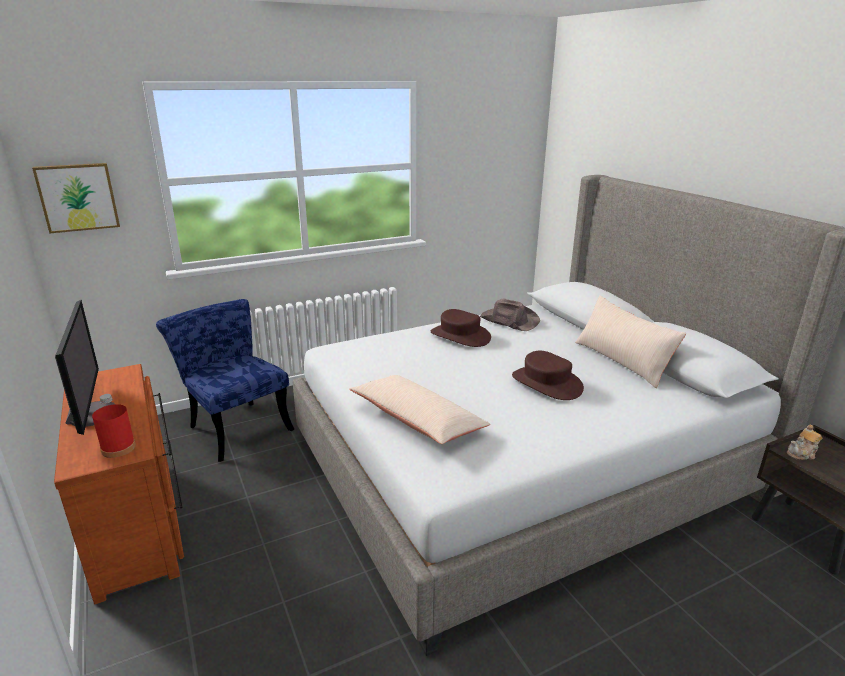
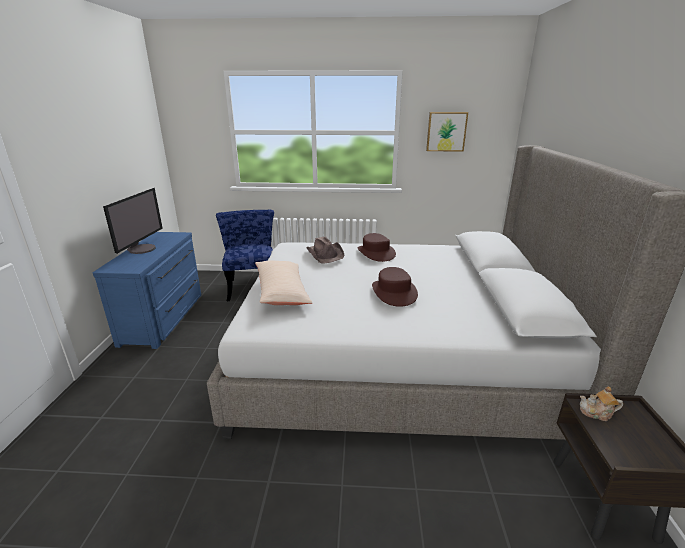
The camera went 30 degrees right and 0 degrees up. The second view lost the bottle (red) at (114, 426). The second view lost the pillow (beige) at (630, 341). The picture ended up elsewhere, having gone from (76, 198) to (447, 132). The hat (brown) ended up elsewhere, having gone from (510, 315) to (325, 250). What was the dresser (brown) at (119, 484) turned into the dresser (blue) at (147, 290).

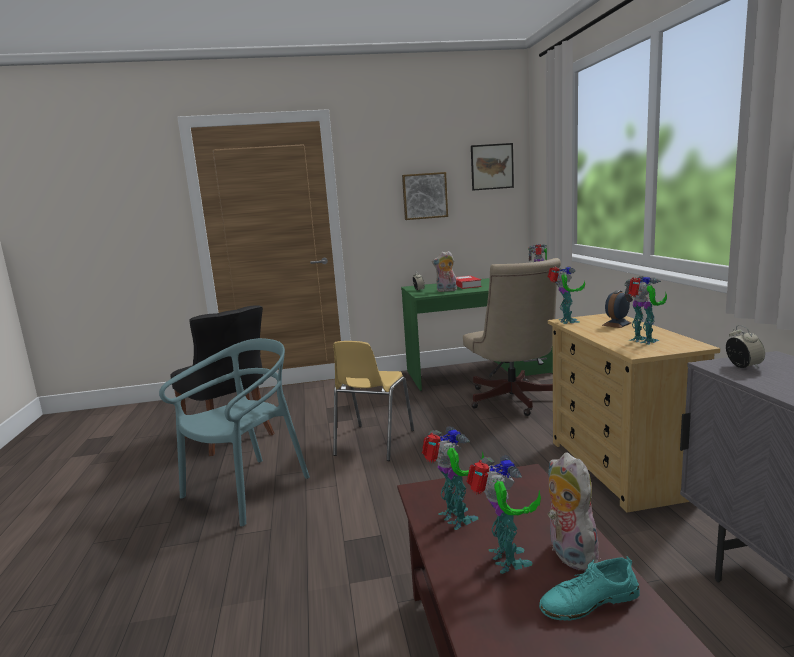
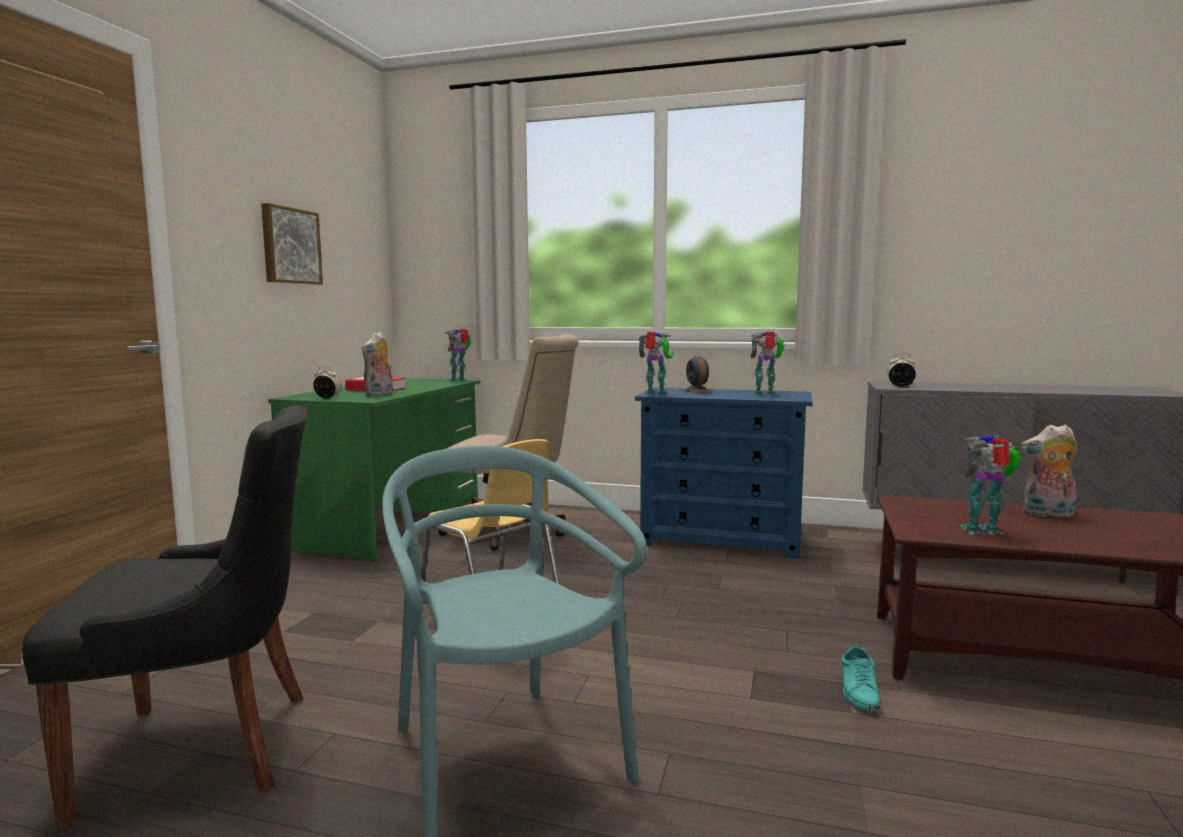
The camera went 65 degrees left and 5 degrees down. The second view lost the toy robot at (504, 514). The second view lost the picture at (492, 167). The shoe (turquoise) ended up elsewhere, having gone from (589, 588) to (861, 677). What was the dresser (beige) at (634, 413) turned into the dresser (blue) at (724, 473).

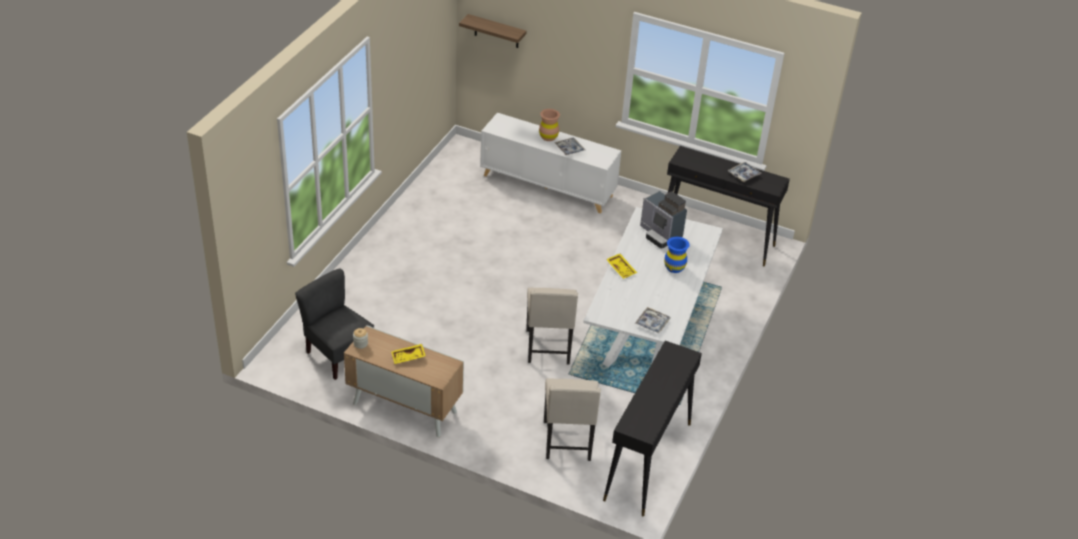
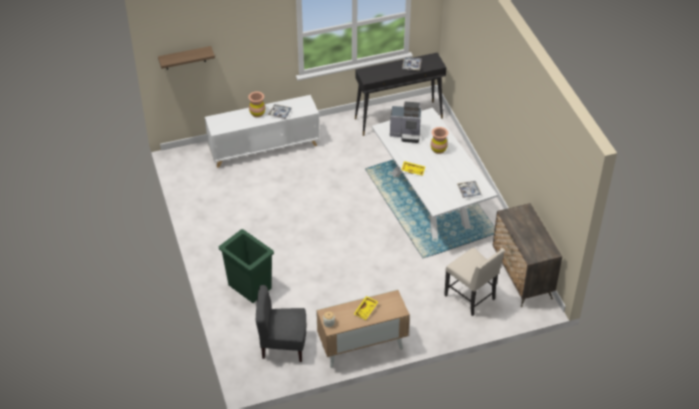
The camera went 40 degrees left and 5 degrees up. The second view lost the chair (beige) at (552, 326). The second view gained the trash can (green) at (246, 266). Where the console table (black) stood at (652, 428), the dresser came to stand at (527, 255). What was the vase (blue) at (677, 255) turned into the vase (brown) at (439, 140).

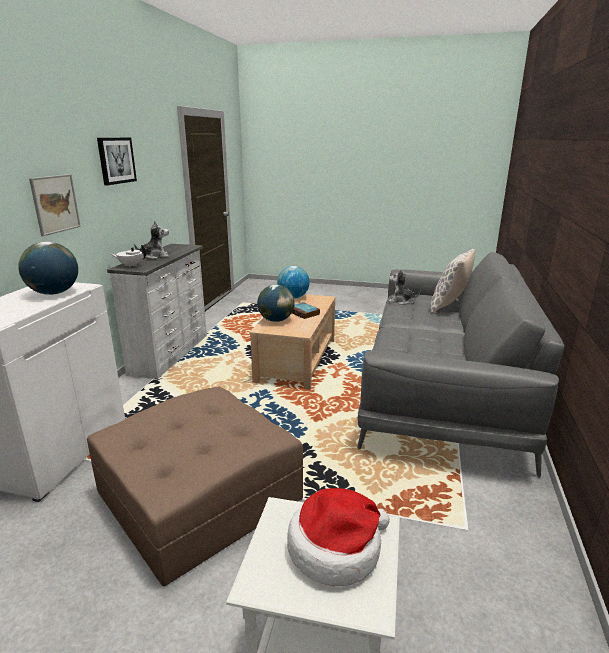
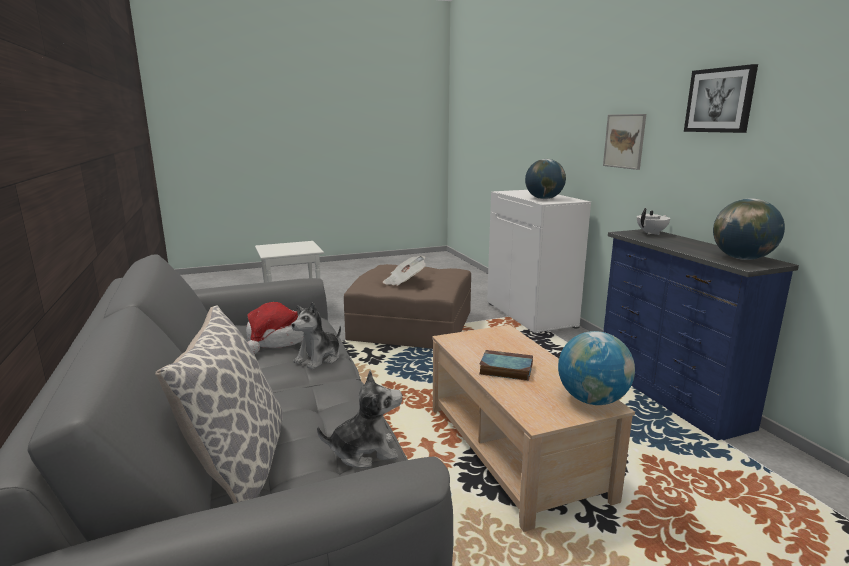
The camera went 145 degrees right and 5 degrees down. The second view gained the newspaper at (404, 271). The plush toy ended up elsewhere, having gone from (151, 239) to (316, 336). The globe ended up elsewhere, having gone from (275, 303) to (749, 229). The hat ended up elsewhere, having gone from (338, 537) to (275, 328). What was the dresser (white) at (157, 311) turned into the dresser (blue) at (701, 335).

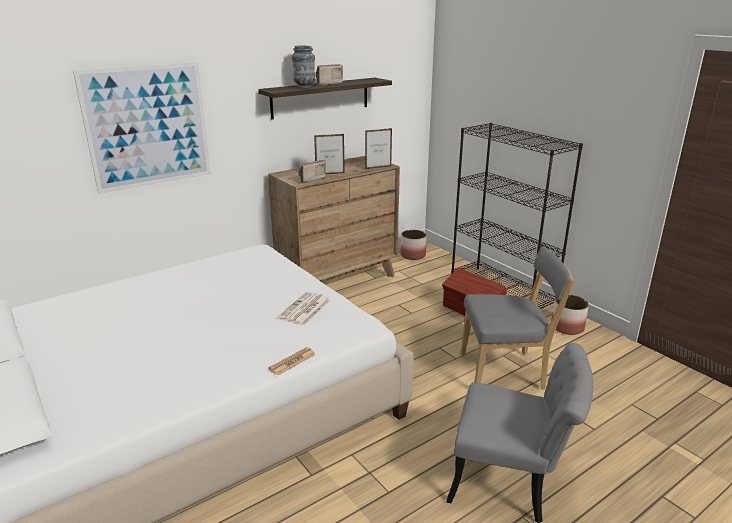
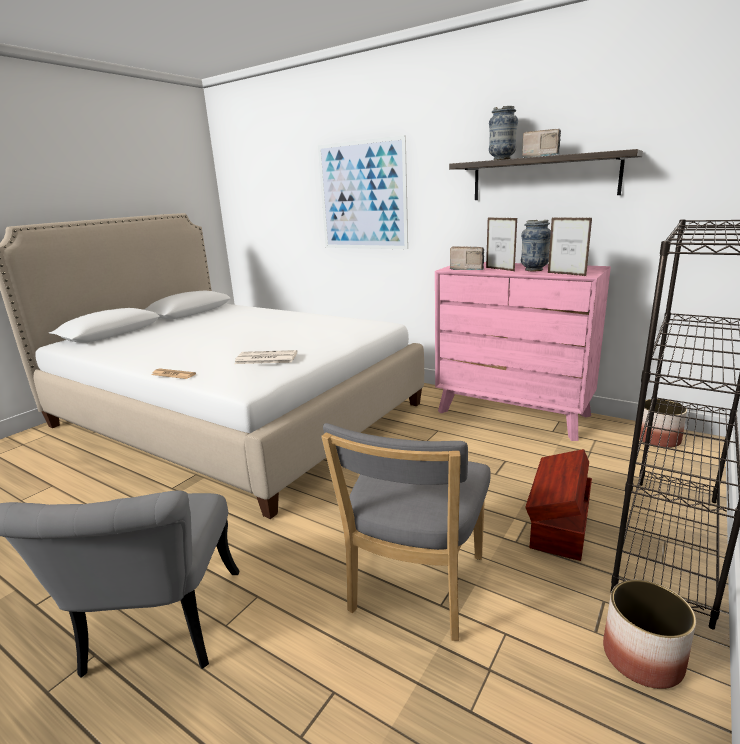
The camera went 70 degrees right and 5 degrees down. The second view gained the vase at (536, 245). What was the dresser (brown) at (334, 219) turned into the dresser (pink) at (523, 351). The chair (grey) at (517, 318) ended up facing another way, 45 degrees clockwise from before.

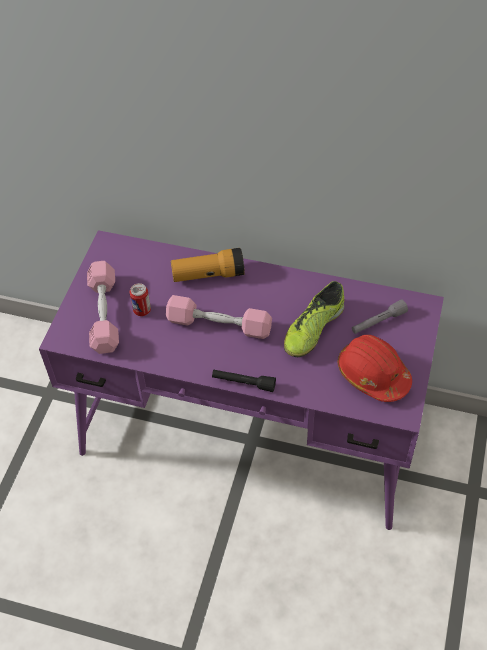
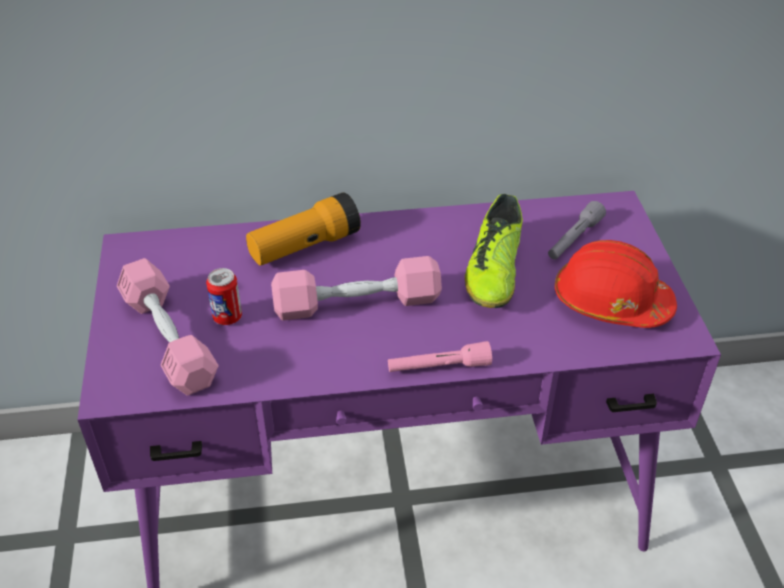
The camera went 25 degrees left and 10 degrees down. What was the flashlight (black) at (244, 381) turned into the flashlight (pink) at (440, 356).

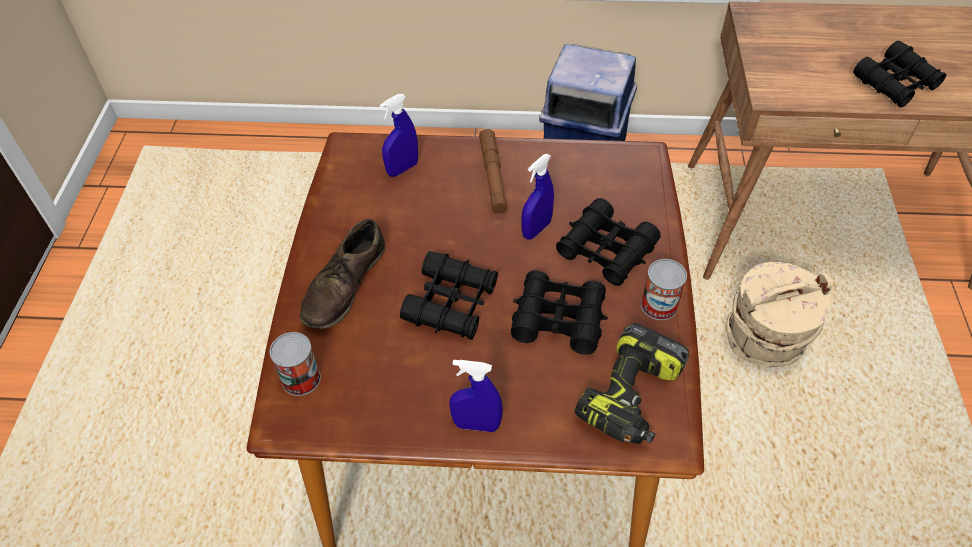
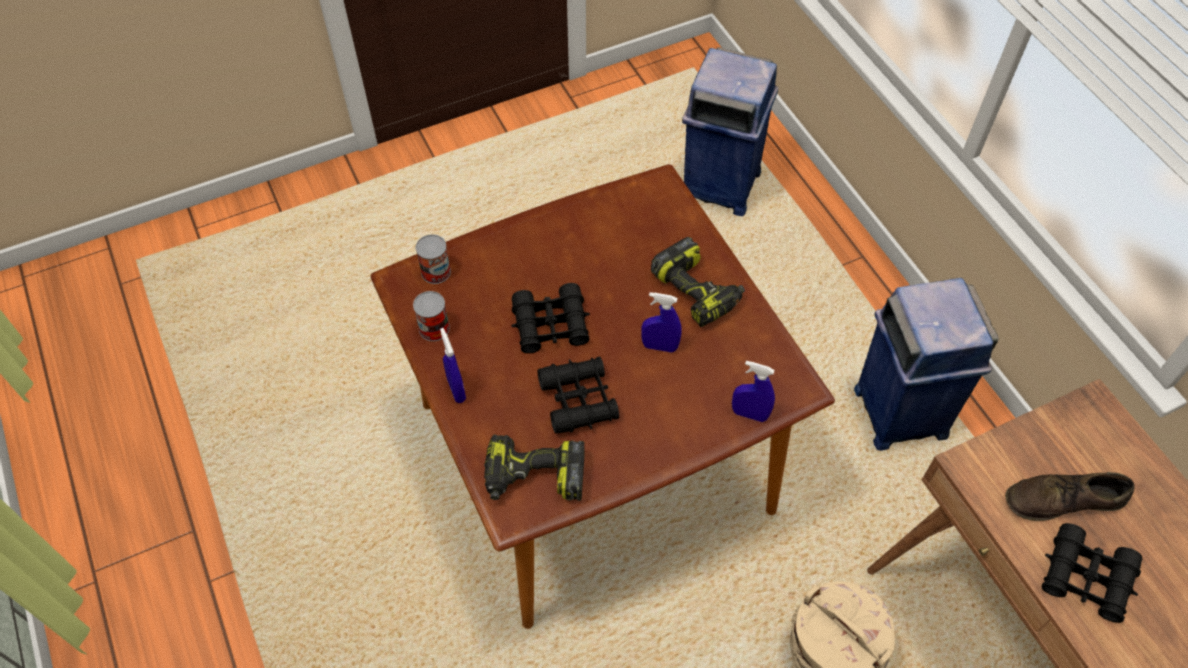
The camera went 60 degrees right and 5 degrees up. The second view lost the binoculars (black) at (608, 242). The second view gained the trash can (blue) at (730, 132). The shoe (brown) ended up elsewhere, having gone from (342, 274) to (1070, 496). The spray bottle (blue) ended up elsewhere, having gone from (399, 135) to (753, 391). The can ended up elsewhere, having gone from (664, 289) to (431, 316). Where the flashlight (brown) stood at (493, 171), the power drill came to stand at (698, 282).

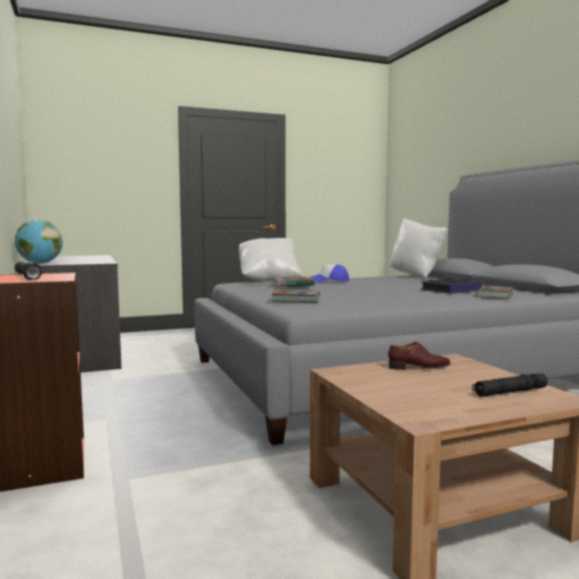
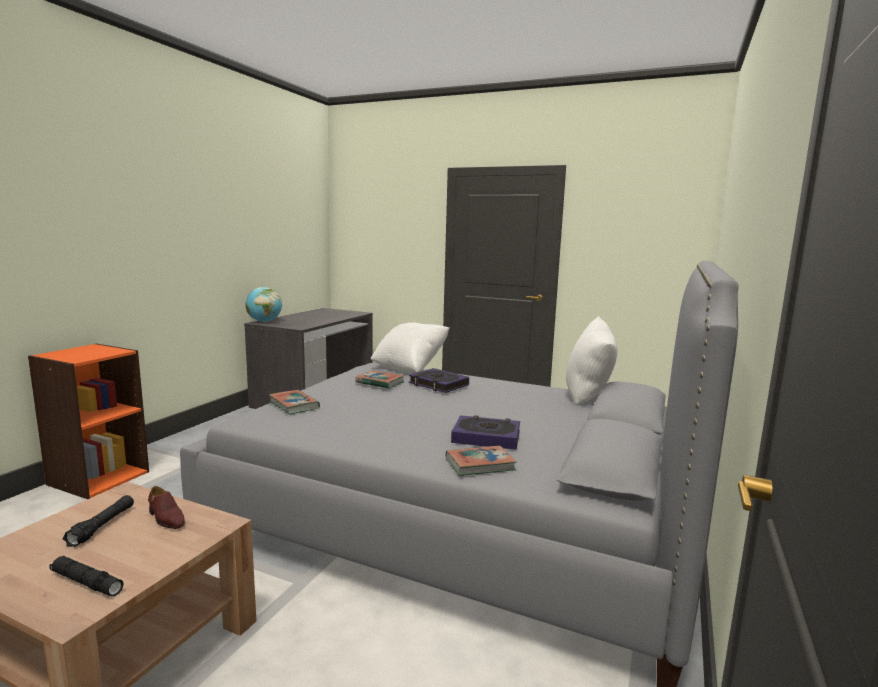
The camera went 45 degrees right and 5 degrees up. The flashlight (black) ended up elsewhere, having gone from (28, 271) to (98, 521). Where the cap stood at (329, 273), the book came to stand at (439, 380).

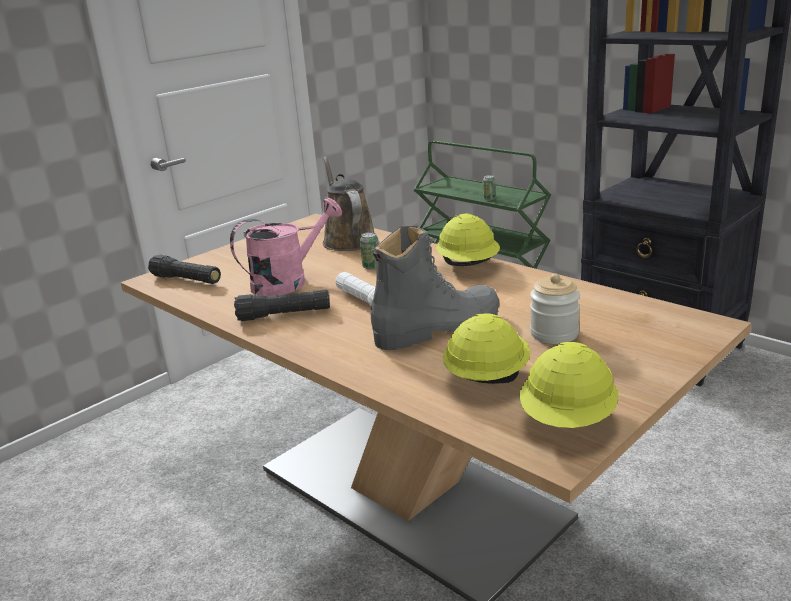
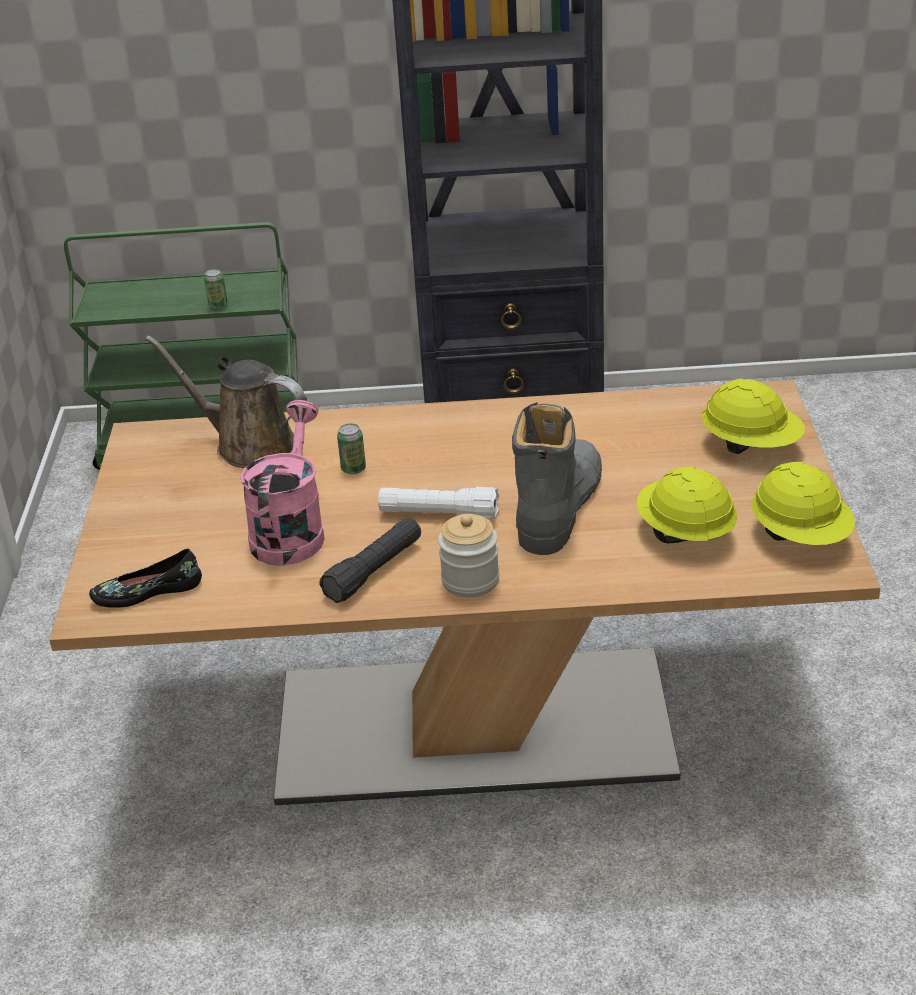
The camera went 45 degrees left and 10 degrees up. The hard hat (yellow) ended up elsewhere, having gone from (468, 240) to (753, 416). The jar ended up elsewhere, having gone from (555, 308) to (468, 555). Where the flashlight (black) stood at (184, 269), the shoe (black) came to stand at (145, 578).

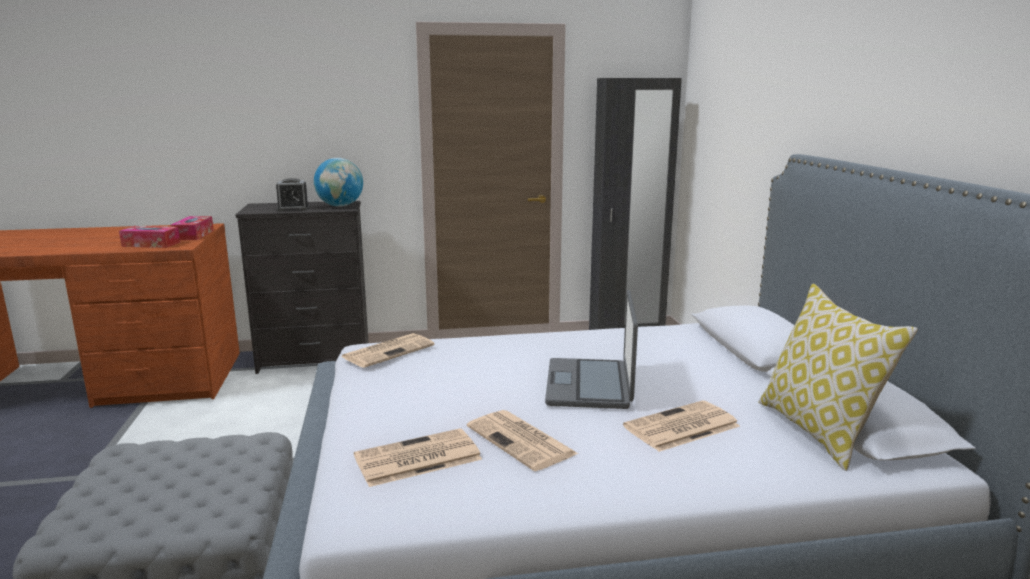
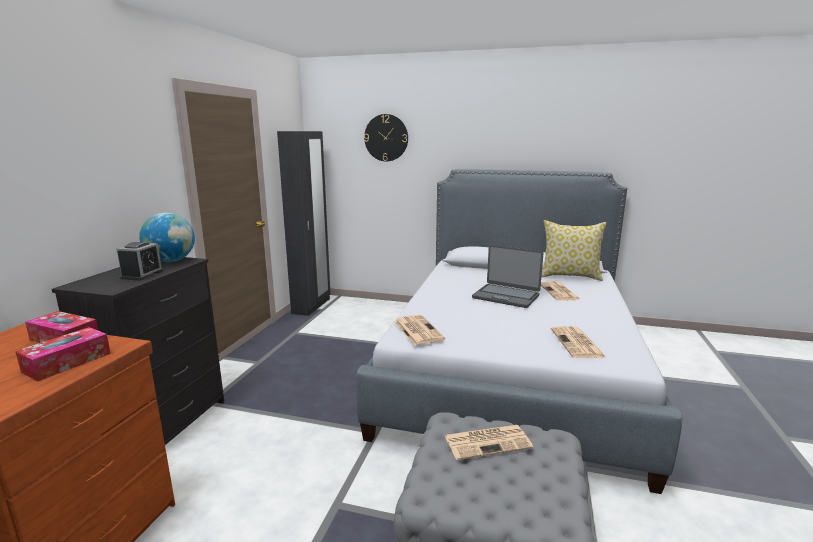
The camera went 65 degrees left and 0 degrees up. The second view gained the wall clock at (386, 137). The newspaper ended up elsewhere, having gone from (522, 440) to (488, 442).

